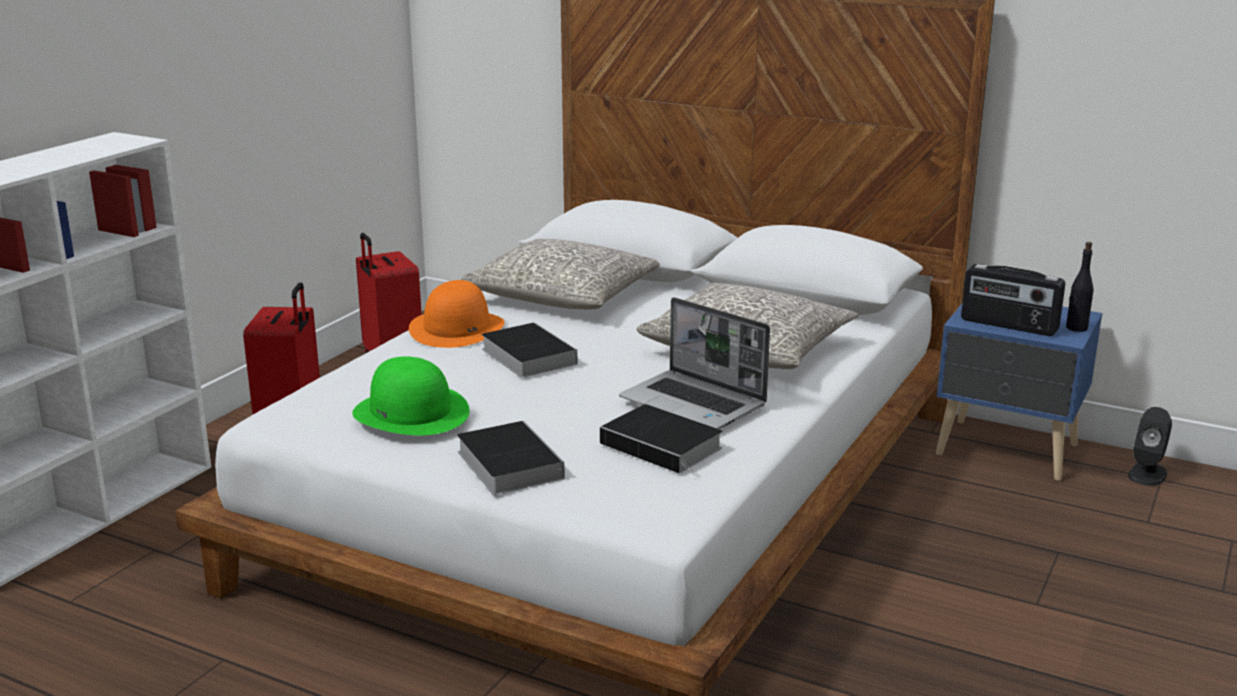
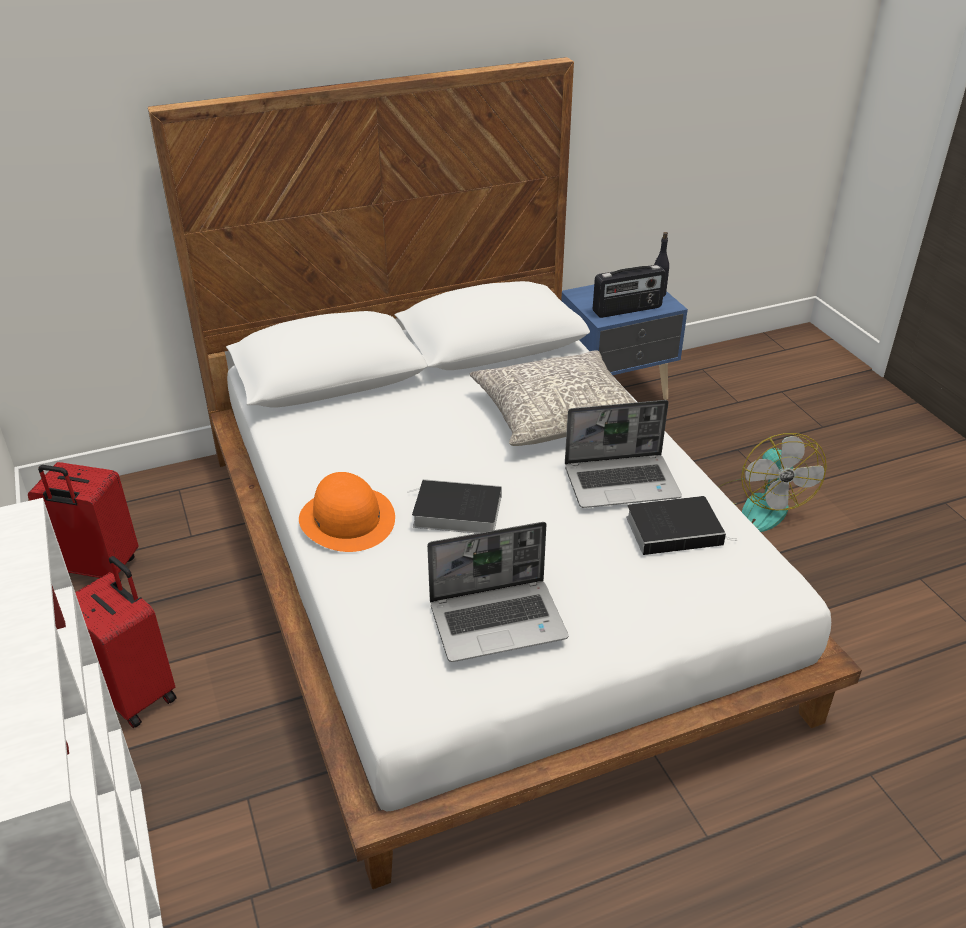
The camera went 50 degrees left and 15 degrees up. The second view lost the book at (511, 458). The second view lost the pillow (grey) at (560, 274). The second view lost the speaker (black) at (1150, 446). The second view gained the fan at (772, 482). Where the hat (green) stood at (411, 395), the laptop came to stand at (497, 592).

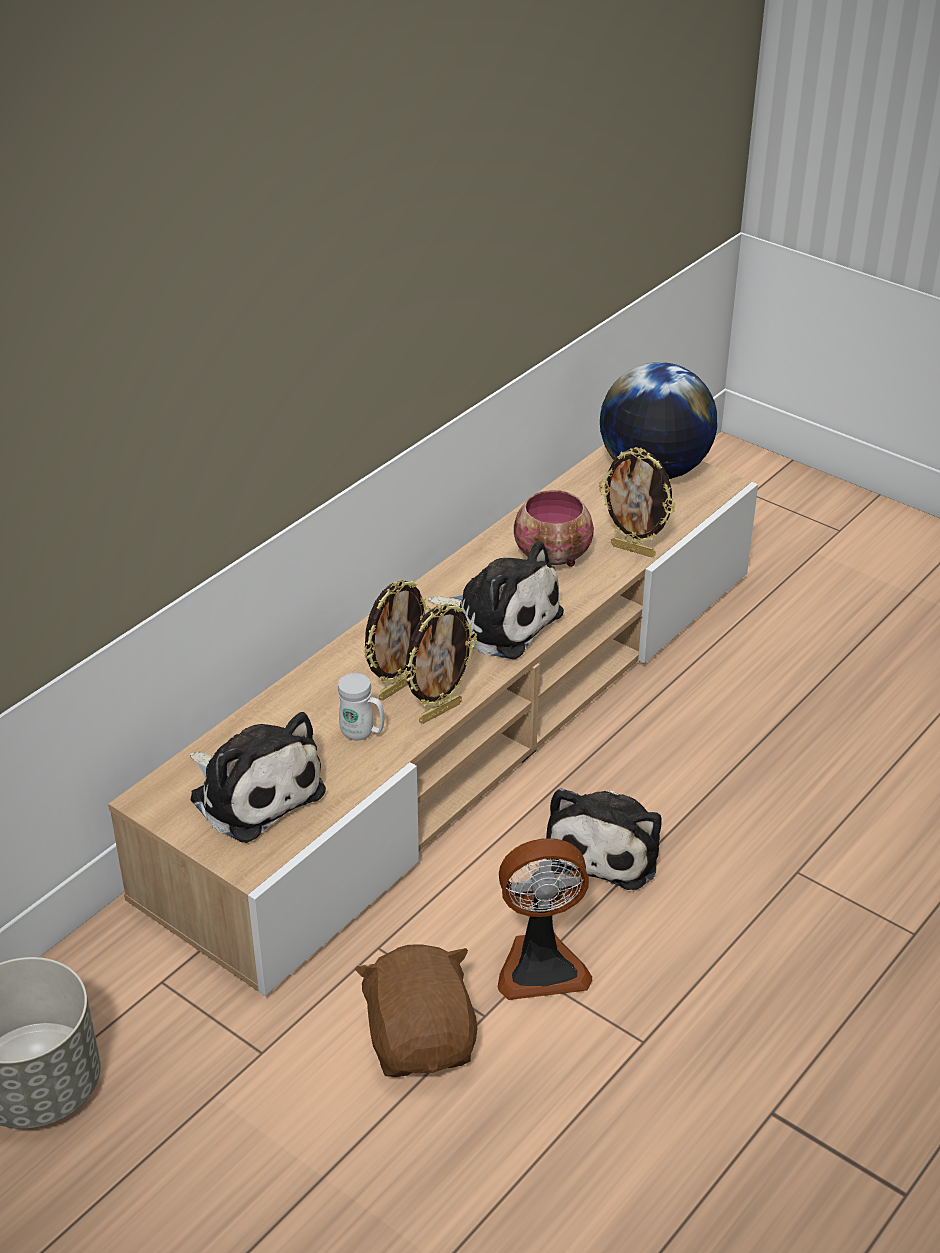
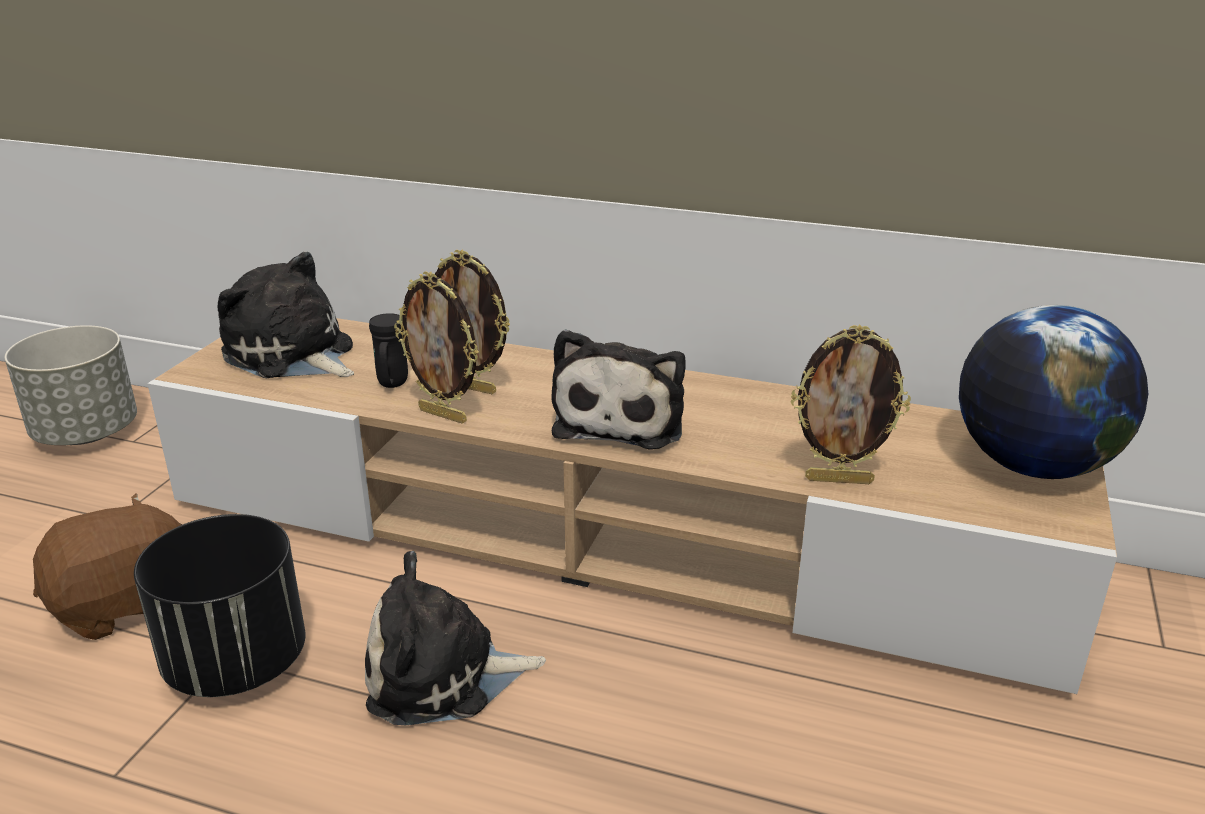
The camera went 70 degrees right and 10 degrees down. The second view lost the bowl at (554, 528). Where the fan stood at (545, 919), the planter (black) came to stand at (219, 605). What was the mug (white) at (361, 706) turned into the mug (black) at (388, 350). The plush toy at (258, 777) ended up facing another way, 105 degrees clockwise from before. The picture frame at (637, 502) ended up facing another way, 90 degrees counterclockwise from before.

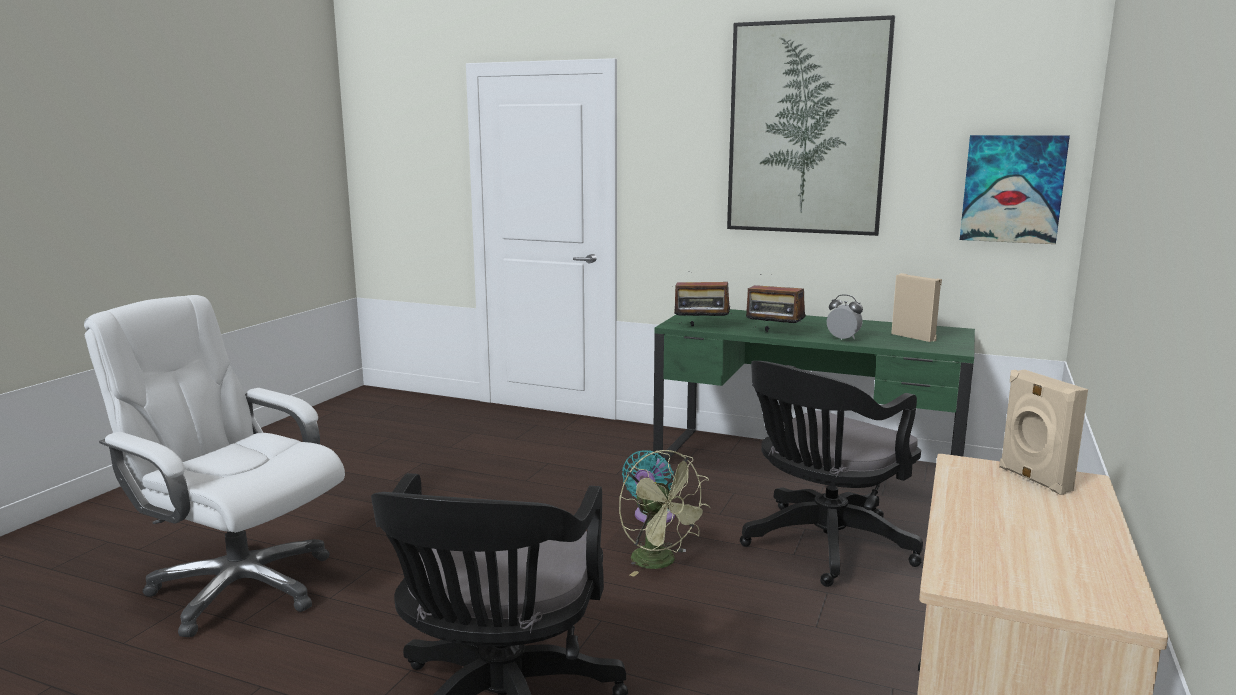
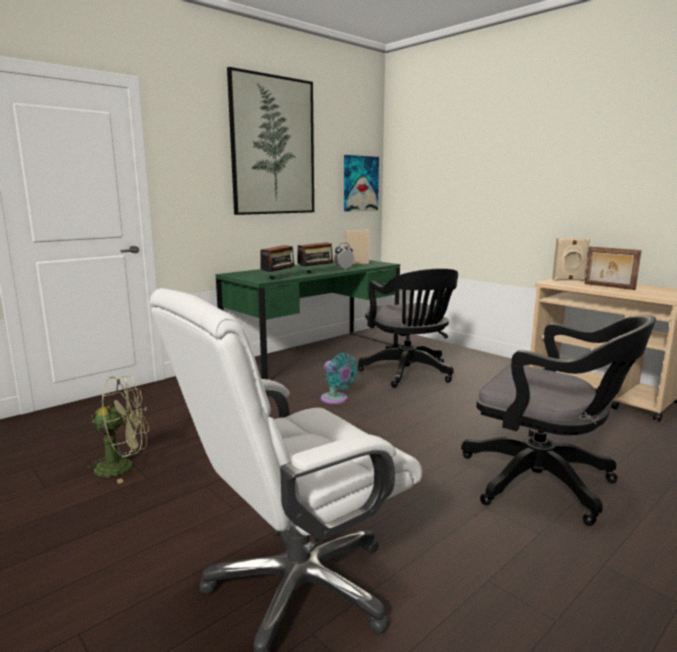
The camera went 65 degrees left and 0 degrees up. The second view gained the picture frame at (613, 268). The fan (green) ended up elsewhere, having gone from (665, 513) to (117, 430).

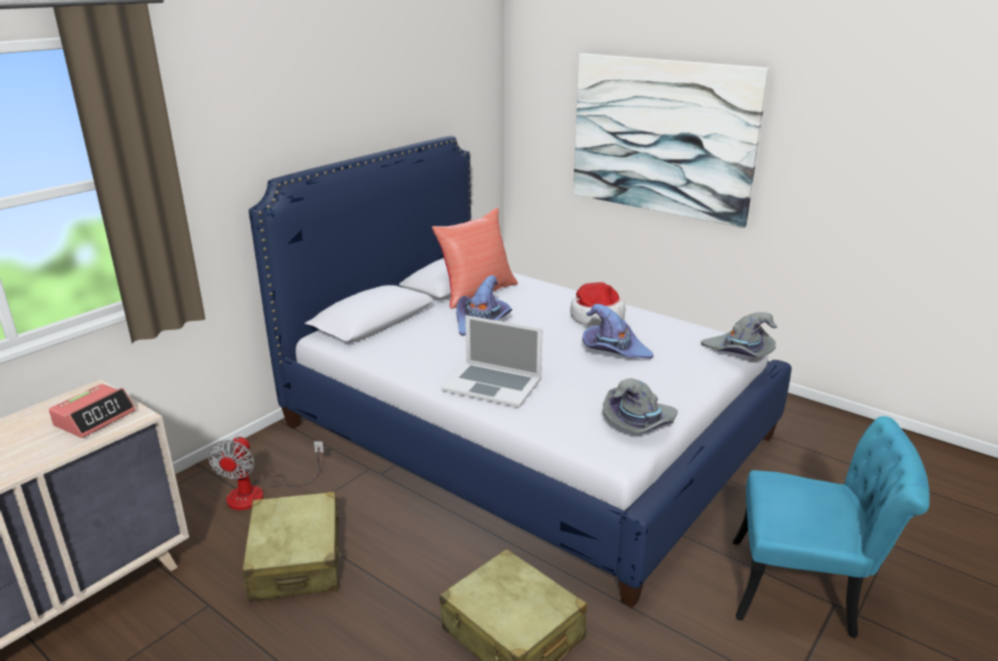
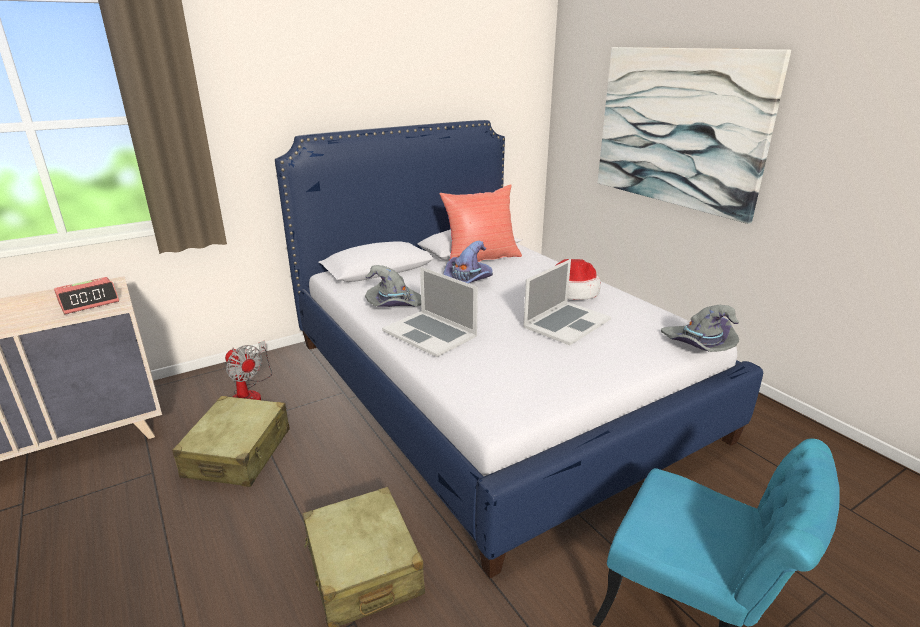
The camera went 20 degrees right and 0 degrees up. The hat (grey) ended up elsewhere, having gone from (640, 406) to (393, 286). Where the hat (purple) stood at (618, 331), the laptop came to stand at (567, 302). The fan at (266, 473) ended up facing another way, 75 degrees counterclockwise from before.

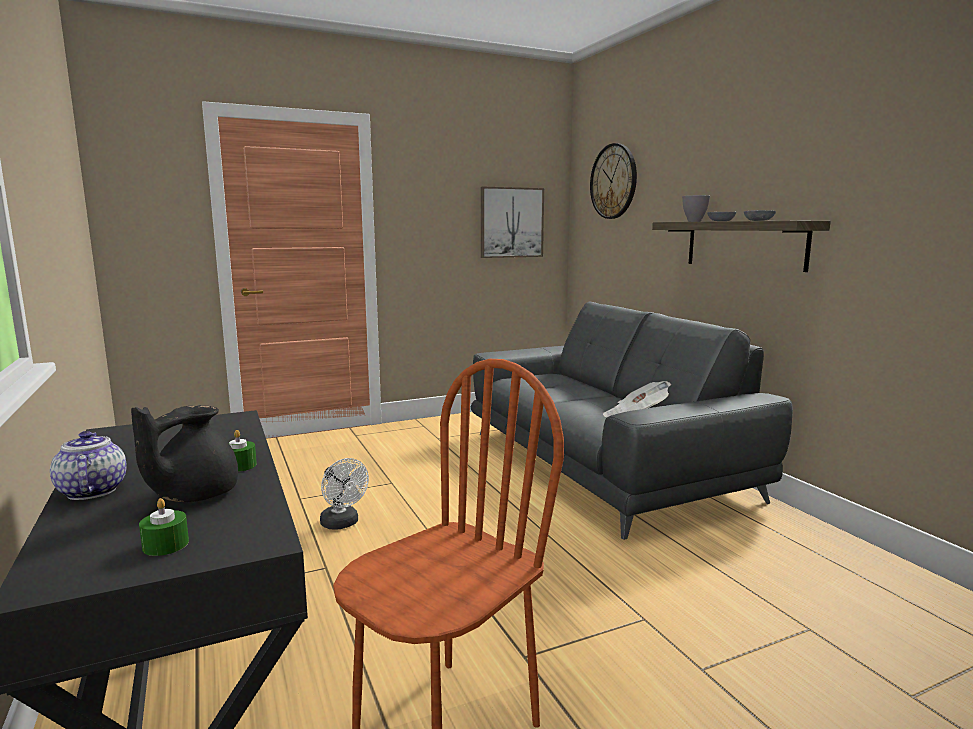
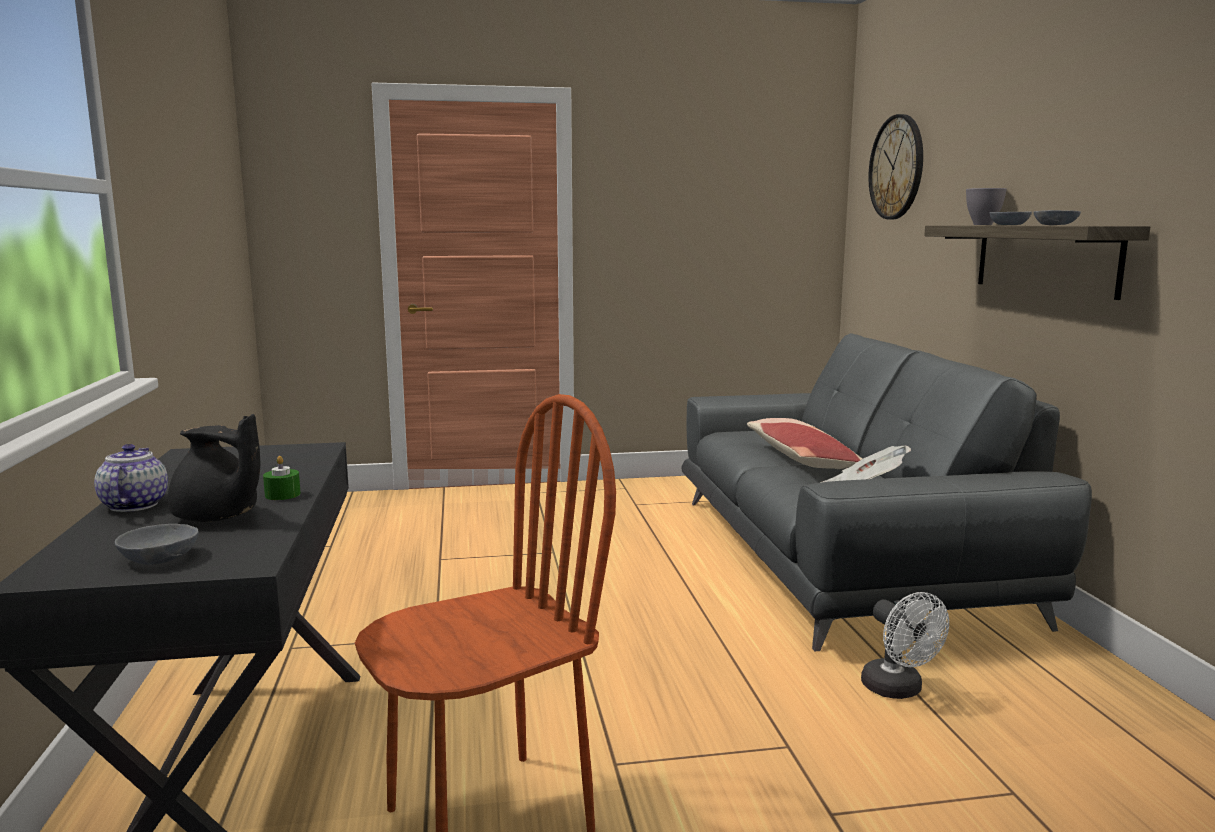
The camera went 15 degrees right and 0 degrees up. The second view lost the picture at (512, 222). The second view gained the pillow at (805, 443). The fan (white) ended up elsewhere, having gone from (344, 493) to (905, 645). Where the candle (green) stood at (164, 527), the bowl (grey) came to stand at (157, 544). The teapot (black) at (184, 453) ended up facing another way, 105 degrees counterclockwise from before.

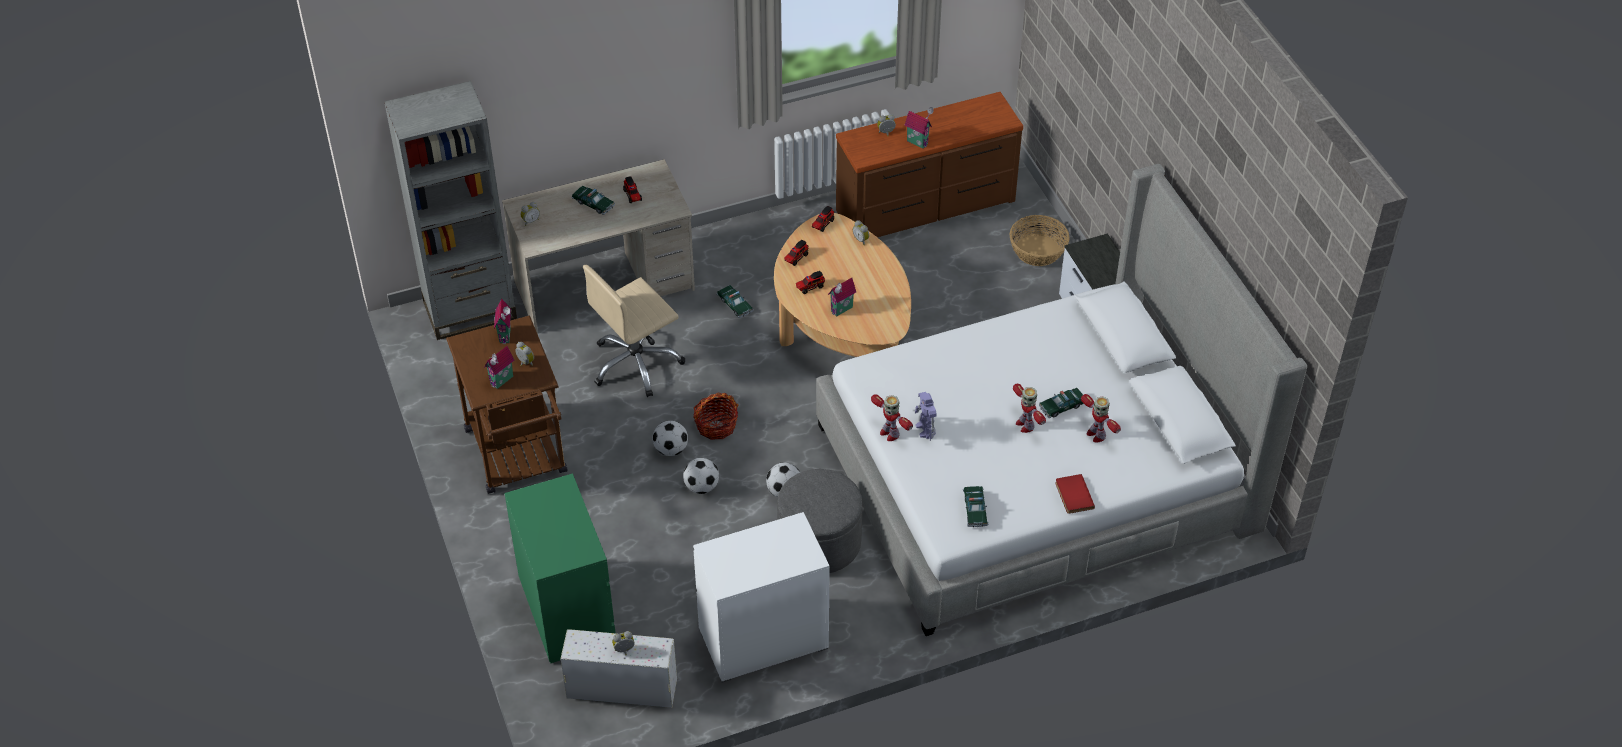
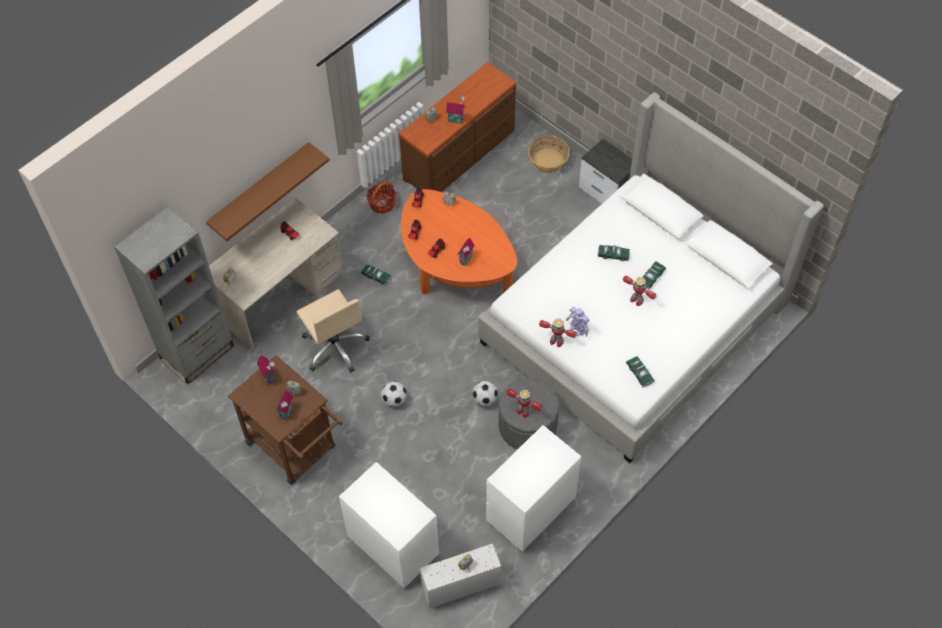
The camera went 25 degrees left and 10 degrees up. The second view lost the football at (701, 476). The second view lost the book (red) at (1075, 494). The second view gained the shelf (brown) at (268, 191). The toy car ended up elsewhere, having gone from (593, 200) to (613, 253). The basket ended up elsewhere, having gone from (715, 416) to (381, 197). The toy robot ended up elsewhere, having gone from (1101, 418) to (524, 403). What was the dresser (green) at (560, 568) turned into the dresser (white) at (389, 525). What was the coffee table (beige) at (842, 285) turned into the coffee table (orange) at (459, 242). The office chair (beige) at (634, 331) ended up facing another way, 60 degrees counterclockwise from before.

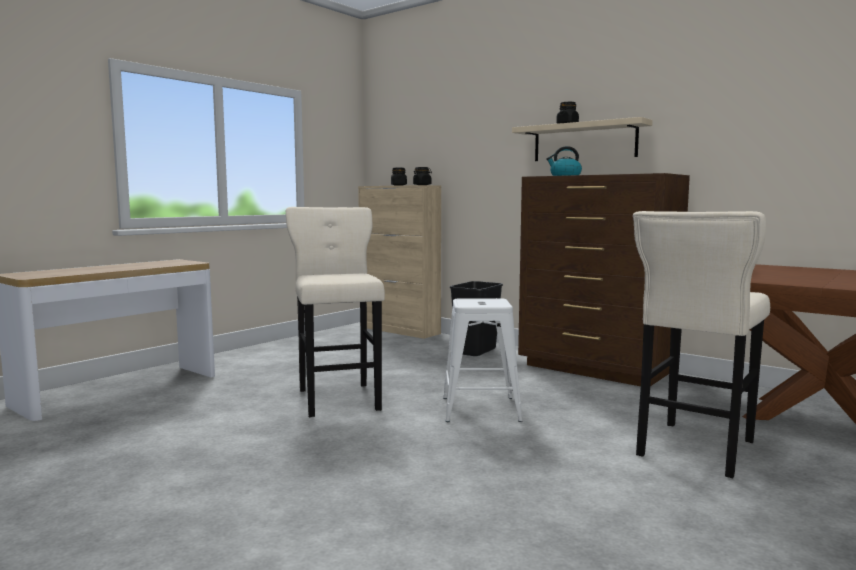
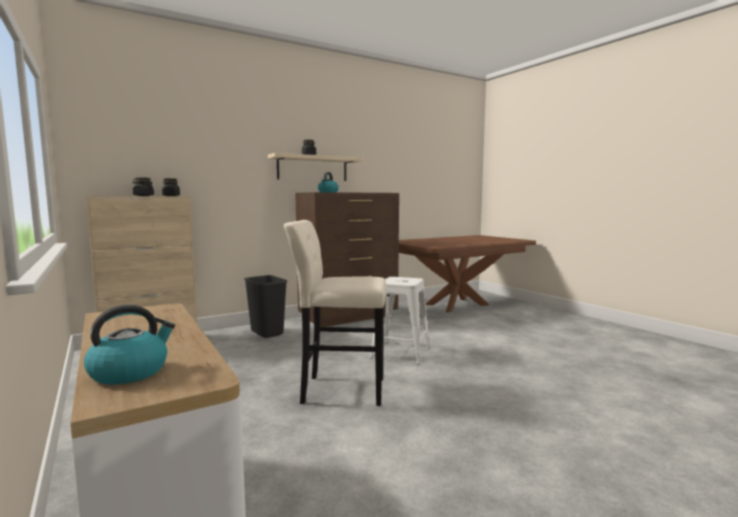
The camera went 70 degrees left and 0 degrees up. The second view lost the stool (beige) at (701, 344). The second view gained the kettle at (129, 345).

